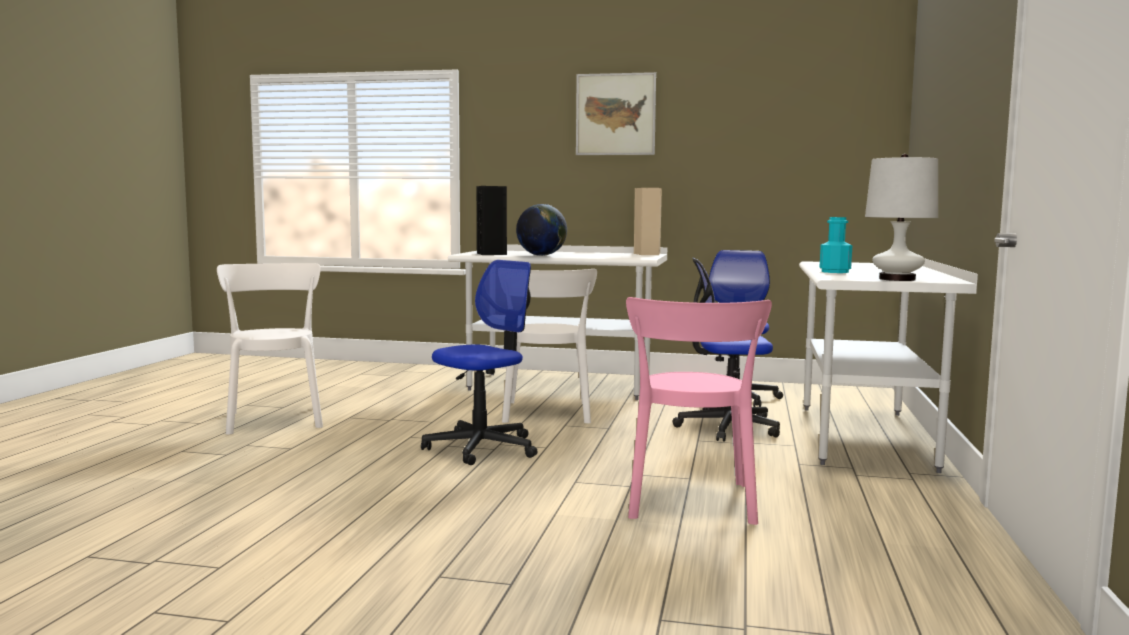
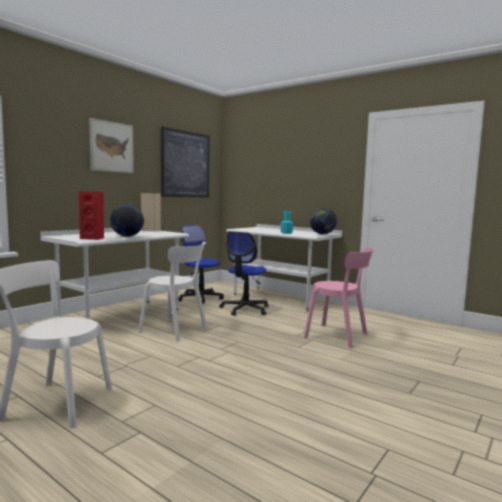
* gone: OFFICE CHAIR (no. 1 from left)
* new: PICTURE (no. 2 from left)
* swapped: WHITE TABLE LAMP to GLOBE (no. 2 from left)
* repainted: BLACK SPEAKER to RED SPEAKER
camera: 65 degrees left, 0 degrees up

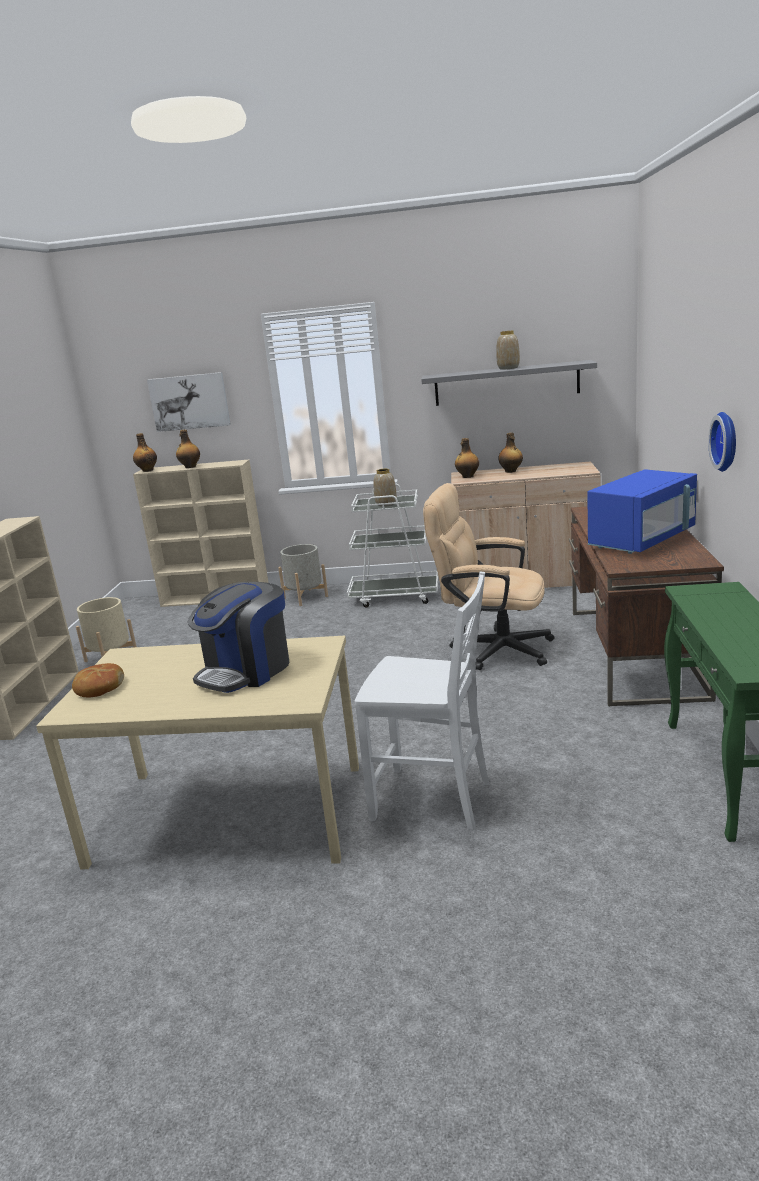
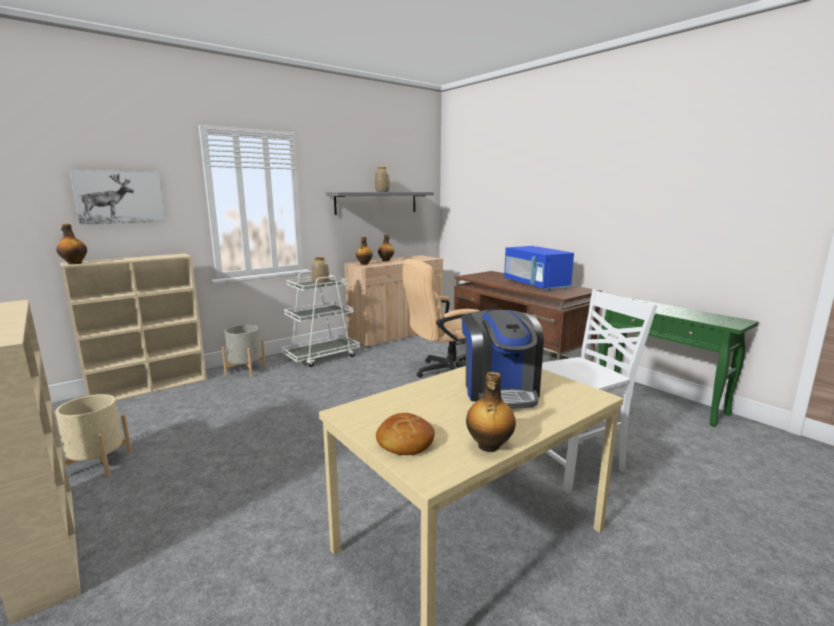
* gone: WALL CLOCK
* shifted: BOTTLE (no. 2 from left in the first image) to BOTTLE (no. 4 from left)
* rotated: BLUE MICROWAVE 150 degrees clockwise
camera: 45 degrees left, 5 degrees down

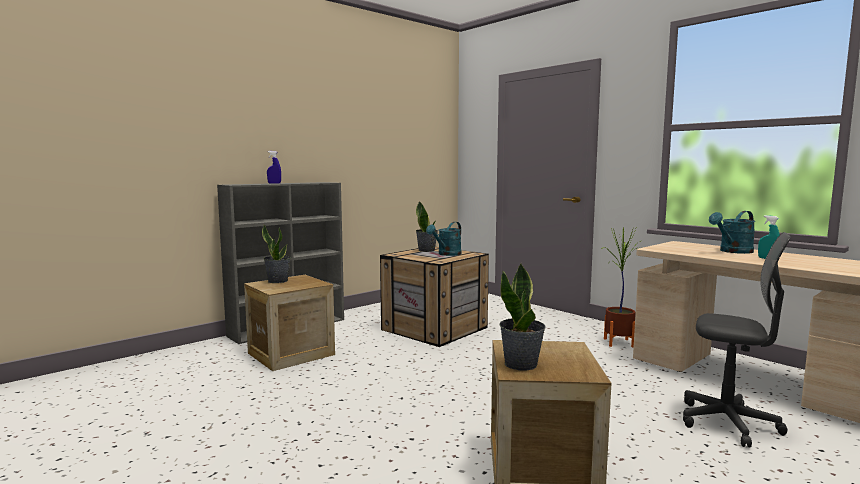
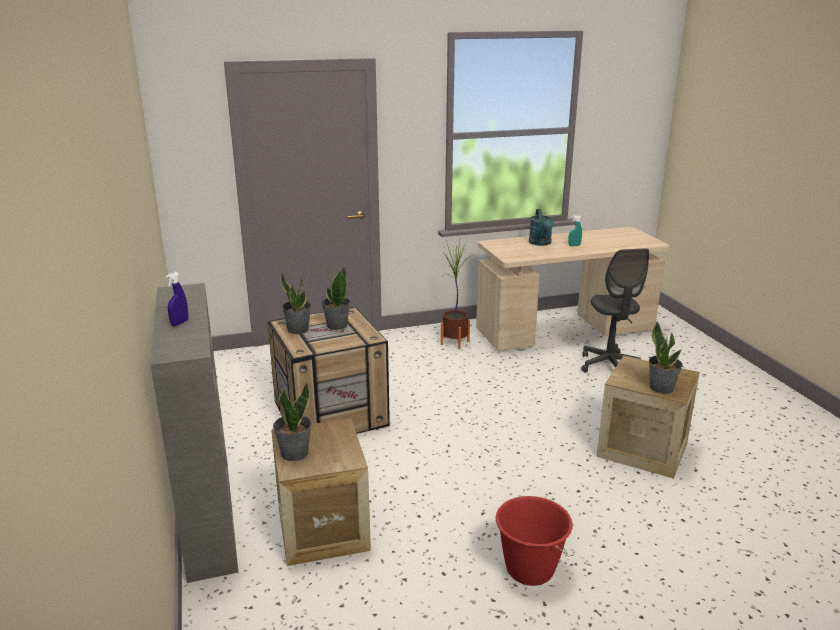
* new: RED BUCKET
* swapped: TURQUOISE WATERING CAN (no. 1 from left) to POTTED PLANT (no. 3 from left)
* rotated: GREY OFFICE CHAIR 120 degrees clockwise
camera: 65 degrees left, 15 degrees up

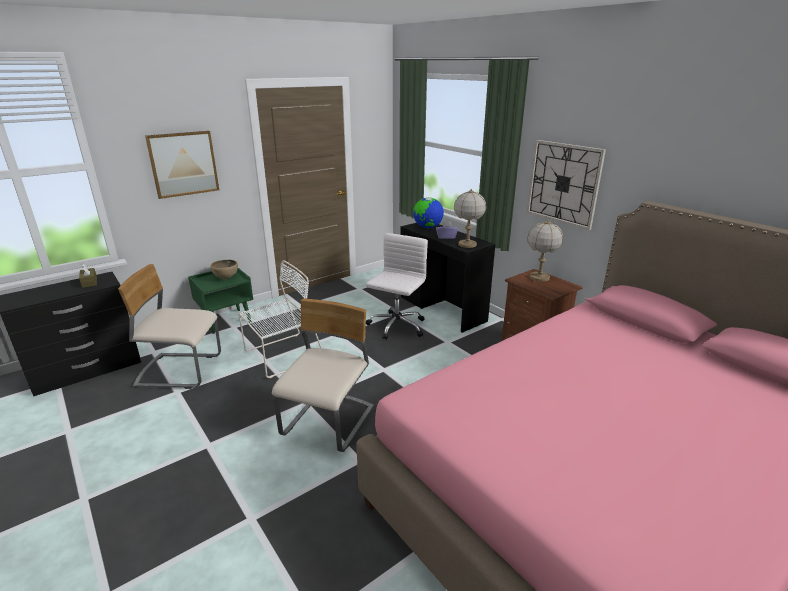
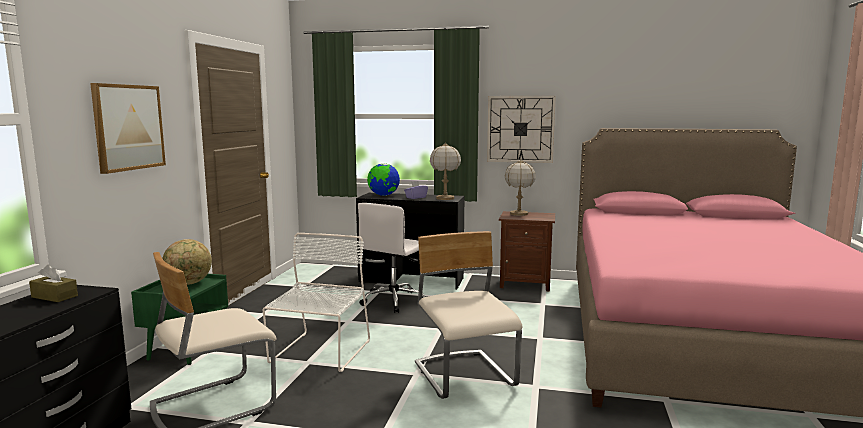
* swapped: BROWN BOWL to GLOBE (no. 1 from left)
* rotated: WHITE OFFICE CHAIR 135 degrees counterclockwise
camera: 40 degrees left, 15 degrees down

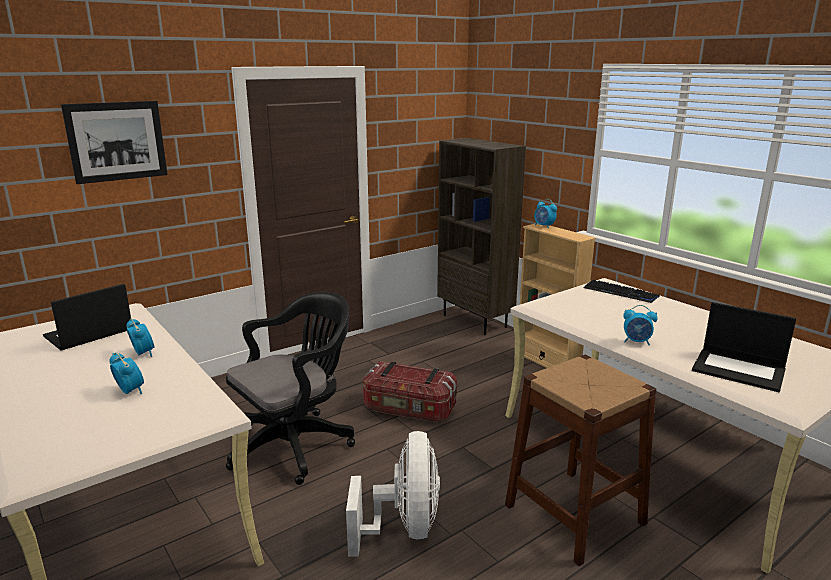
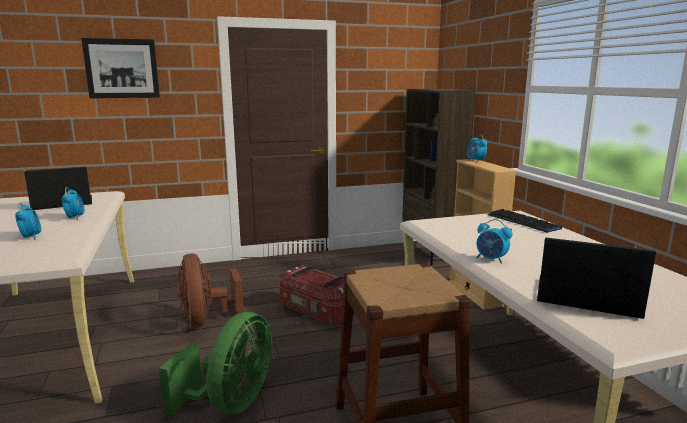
* swapped: BLACK OFFICE CHAIR to BROWN FAN
* repainted: WHITE FAN to GREEN FAN
* rotated: LAPTOP (no. 2 from left) 150 degrees clockwise
camera: 20 degrees right, 5 degrees down

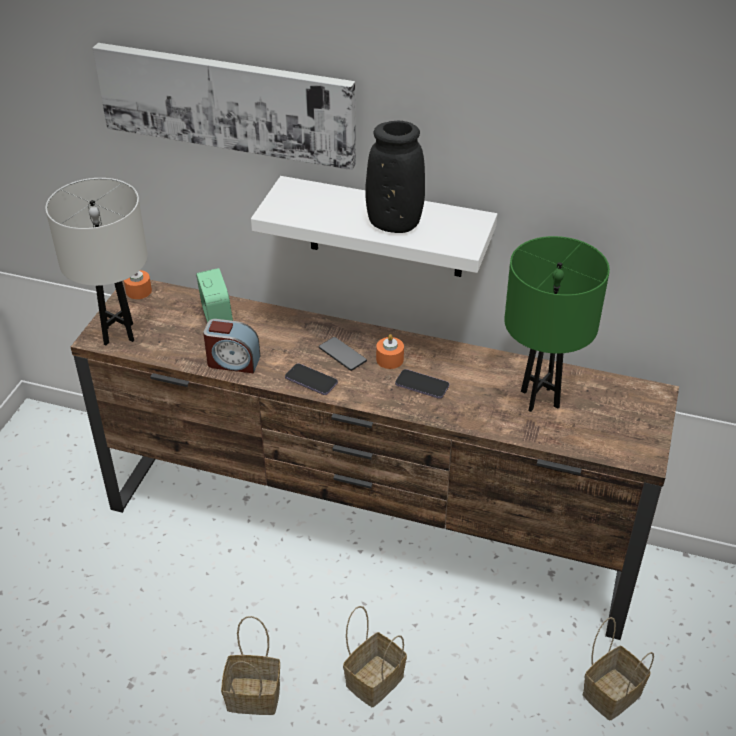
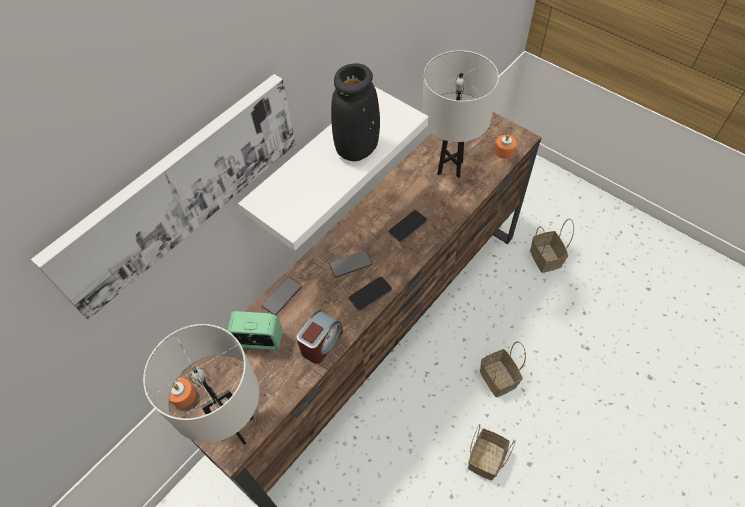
* new: PHONE (no. 1 from left)
* shifted: ORANGE CANDLE (no. 2 from left)
* repainted: GREEN TABLE LAMP to WHITE TABLE LAMP (no. 2 from left)
camera: 65 degrees left, 15 degrees up

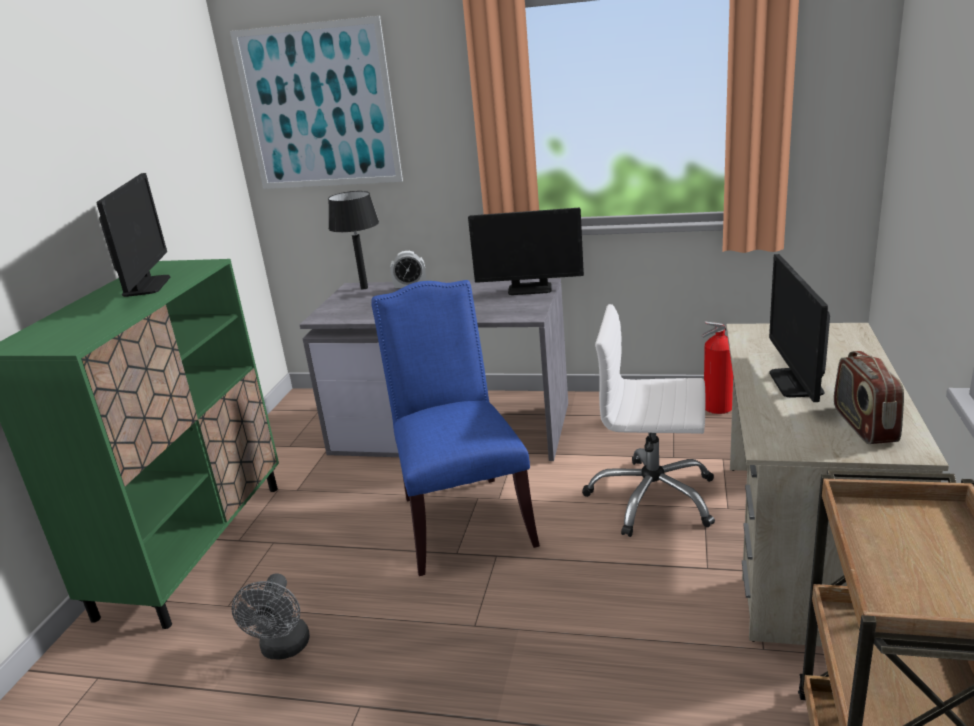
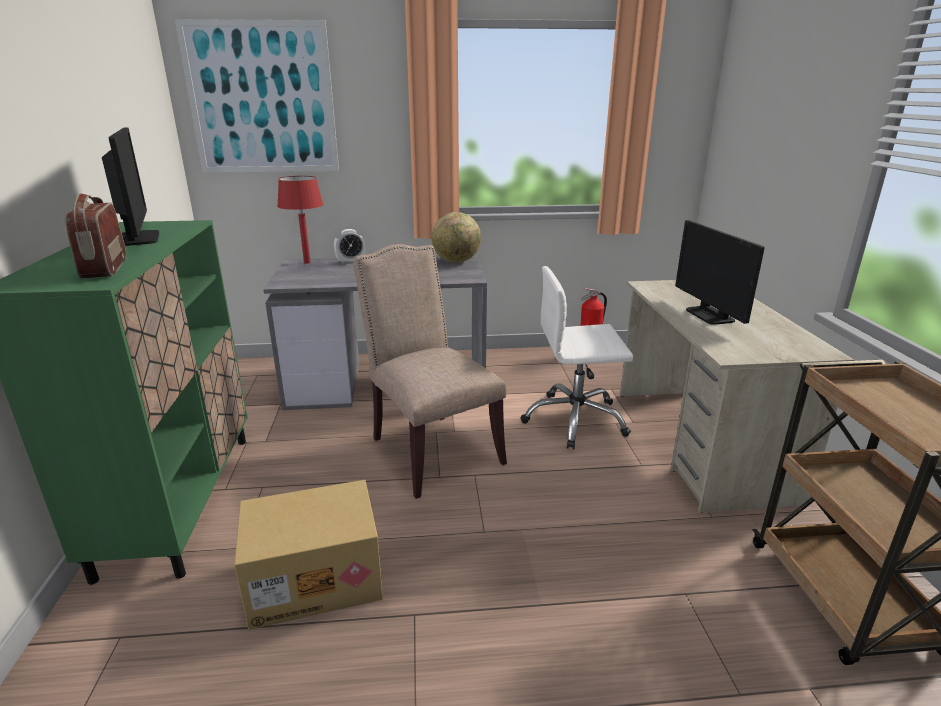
* shifted: RADIO
* swapped: GREY FAN to CARDBOARD BOX
* swapped: MONITOR (no. 2 from left) to GLOBE
* repainted: BLACK TABLE LAMP to RED TABLE LAMP
* repainted: BLUE CHAIR to BEIGE CHAIR
camera: 20 degrees left, 0 degrees up

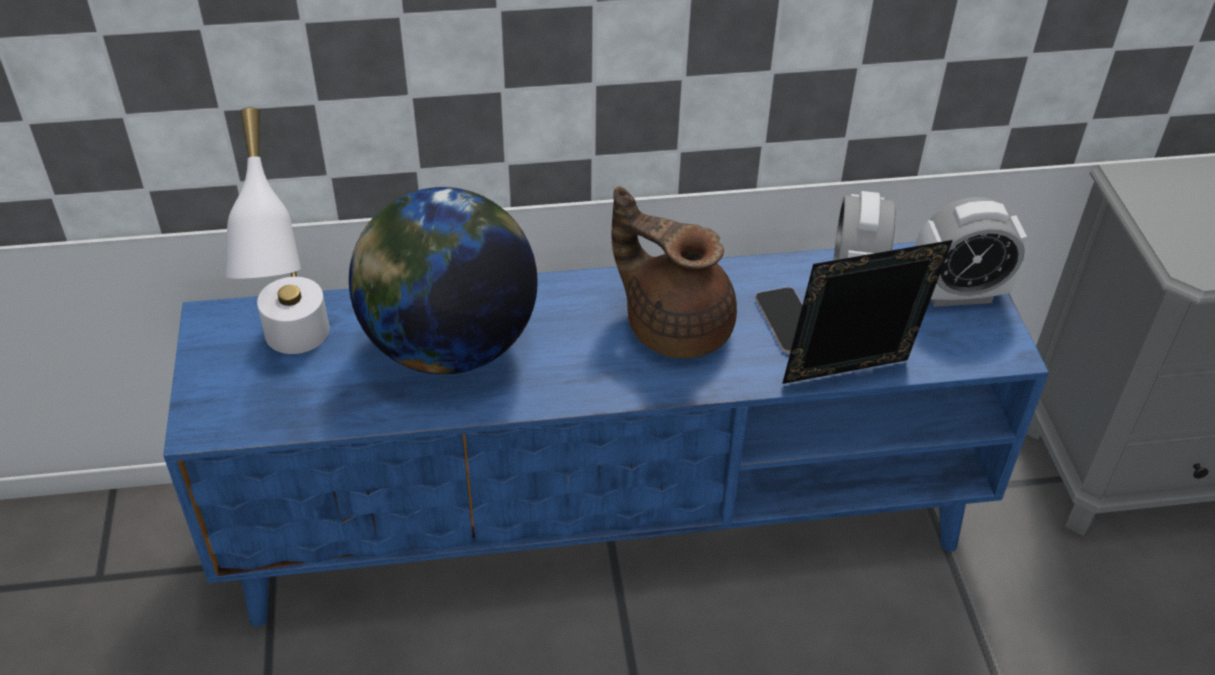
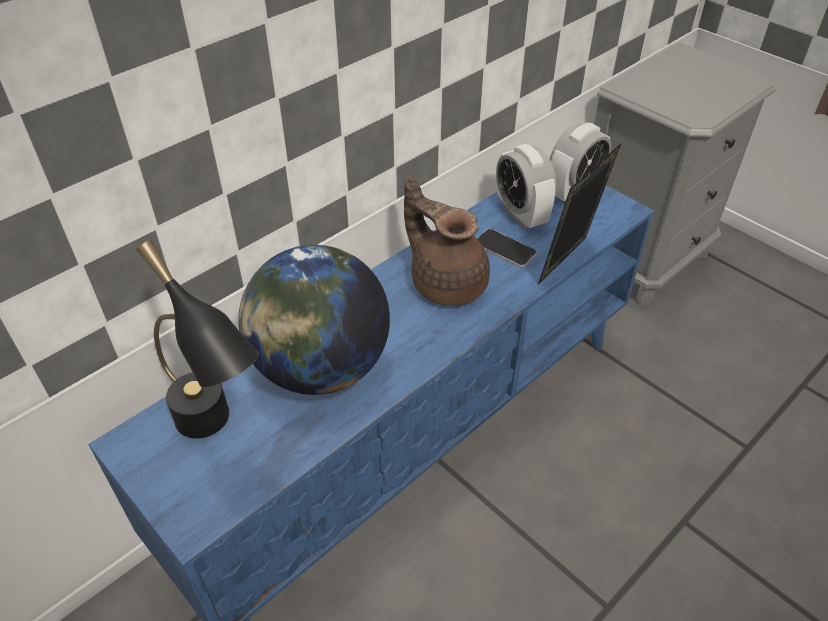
* repainted: WHITE TABLE LAMP to BLACK TABLE LAMP
* rotated: BROWN TEAPOT 45 degrees clockwise
camera: 35 degrees left, 0 degrees up

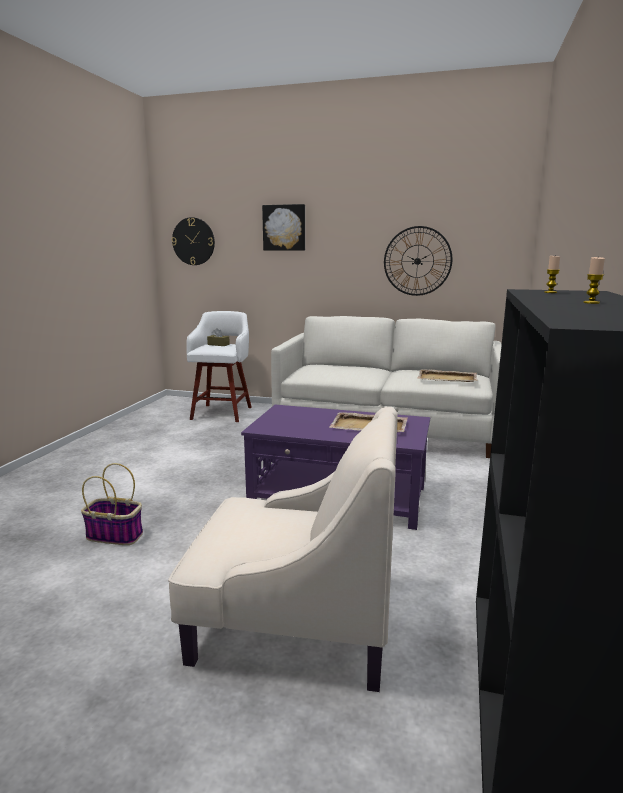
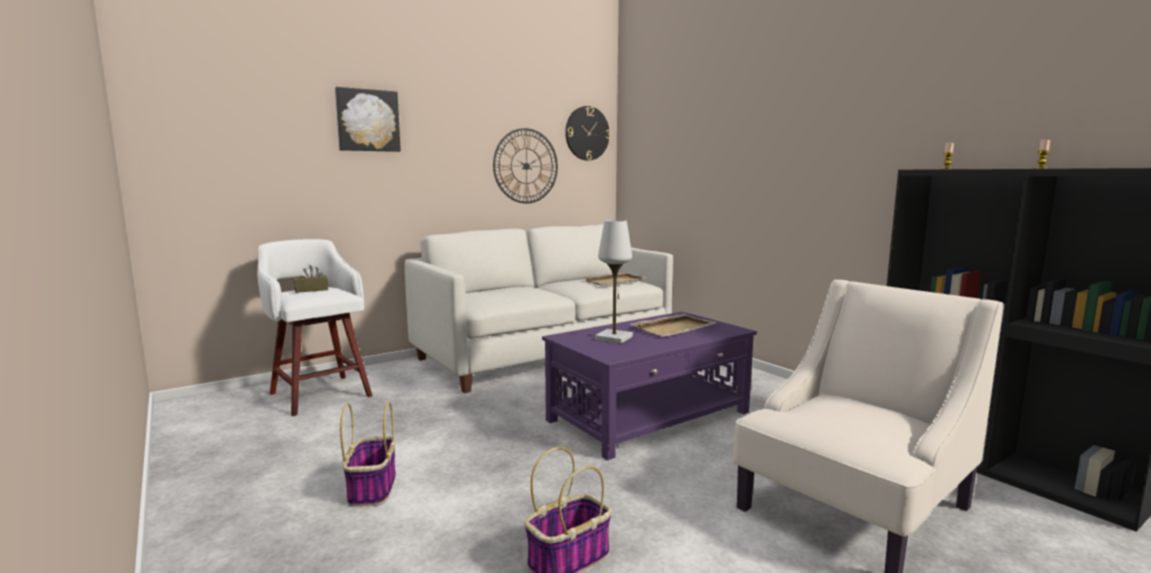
* new: BASKET (no. 1 from left)
* new: WHITE TABLE LAMP
* shifted: WALL CLOCK (no. 1 from left in the first image) to WALL CLOCK (no. 2 from left)
camera: 50 degrees left, 5 degrees down

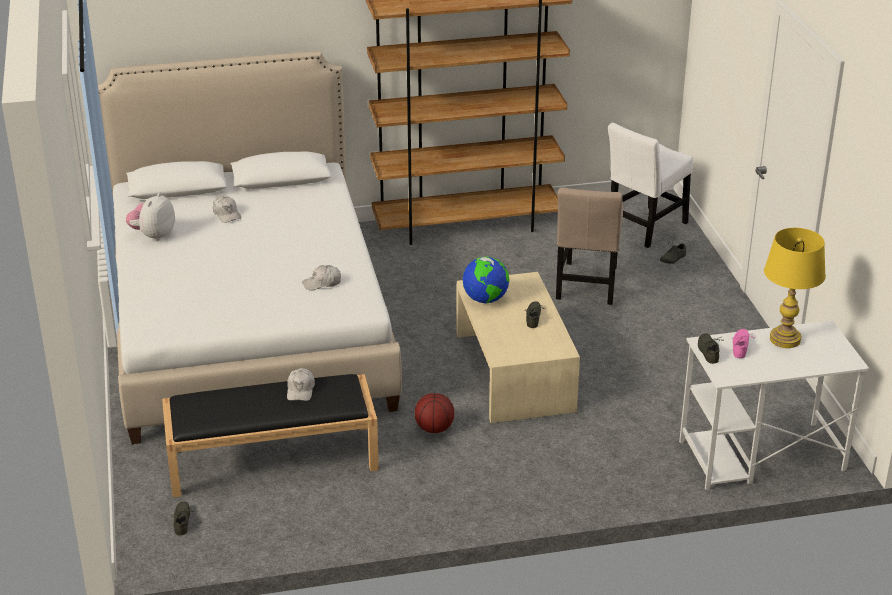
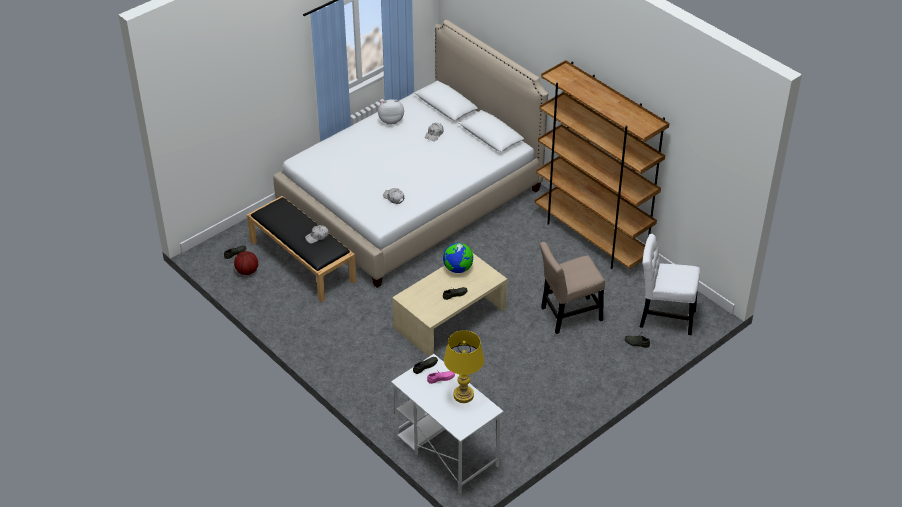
* shifted: BASKETBALL
camera: 60 degrees right, 10 degrees up

